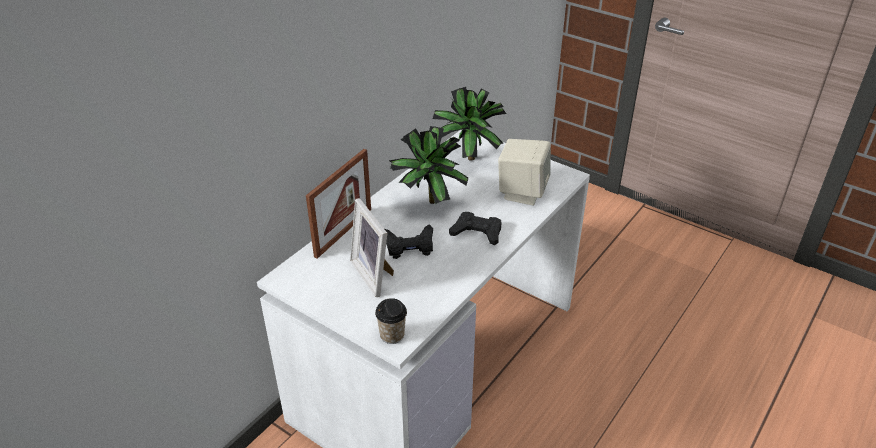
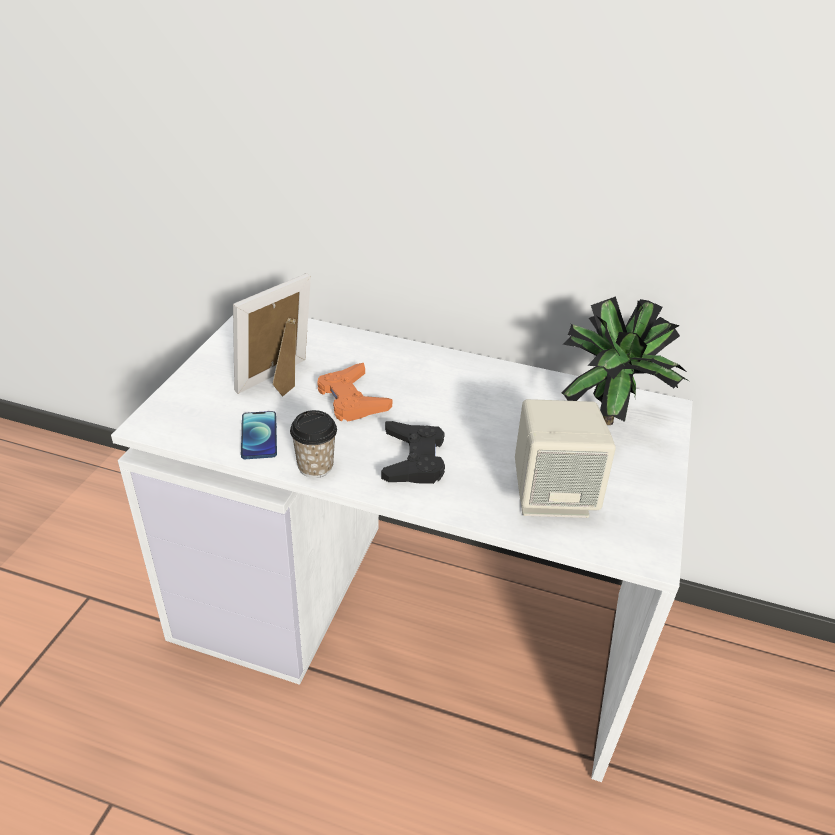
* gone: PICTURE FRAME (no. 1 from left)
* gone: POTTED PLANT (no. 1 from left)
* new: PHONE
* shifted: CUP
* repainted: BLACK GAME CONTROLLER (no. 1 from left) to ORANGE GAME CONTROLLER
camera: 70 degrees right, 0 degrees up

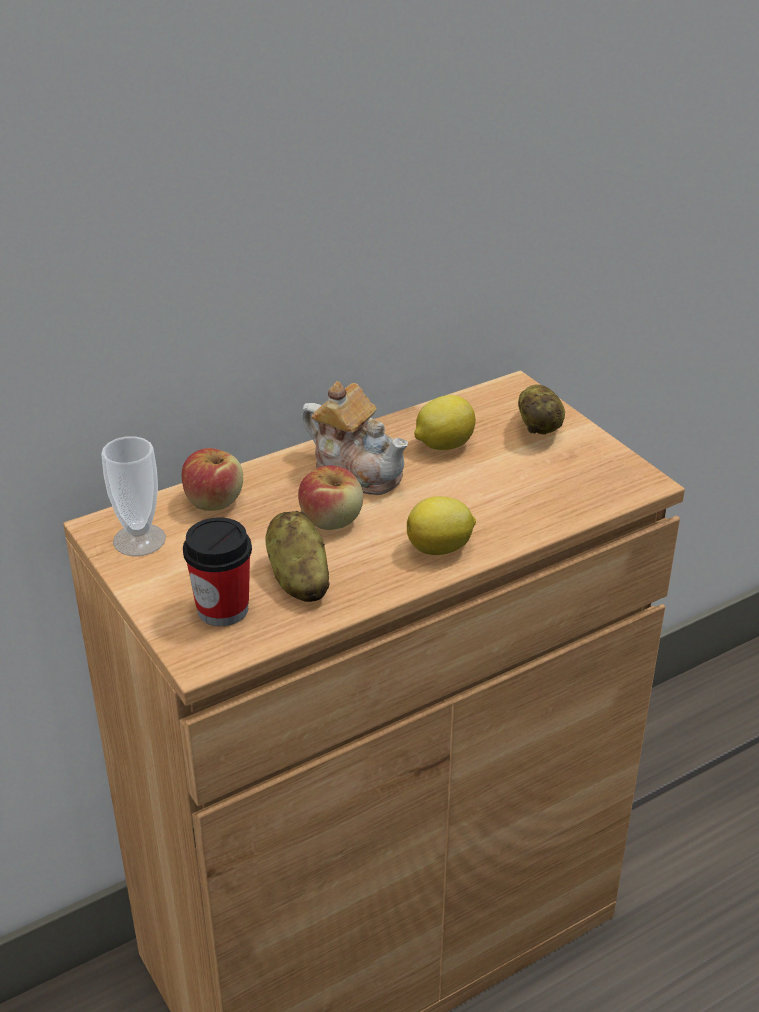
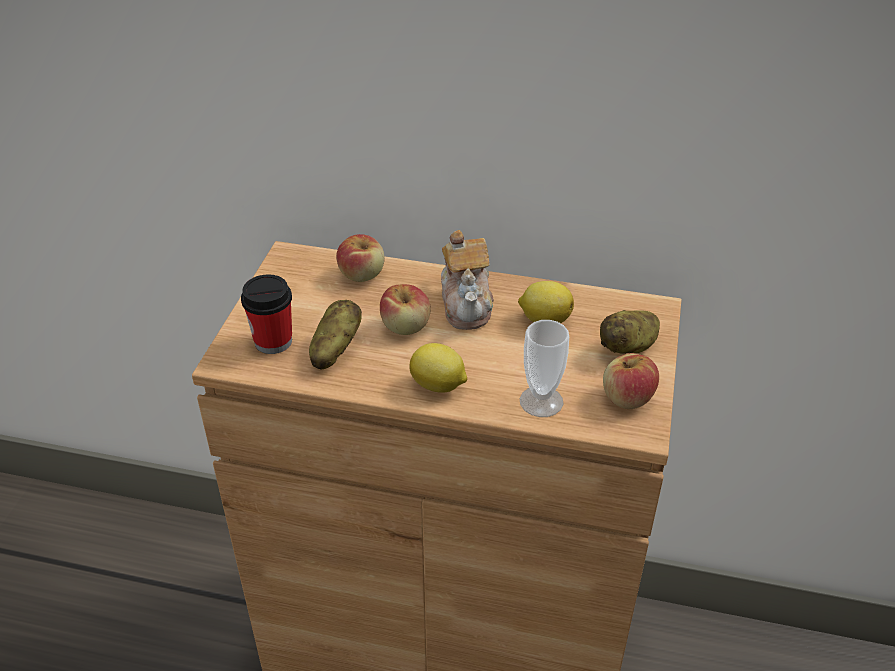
* new: APPLE (no. 3 from left)
* shifted: CUP (no. 1 from left in the first image) to CUP (no. 2 from left)
camera: 45 degrees right, 5 degrees up

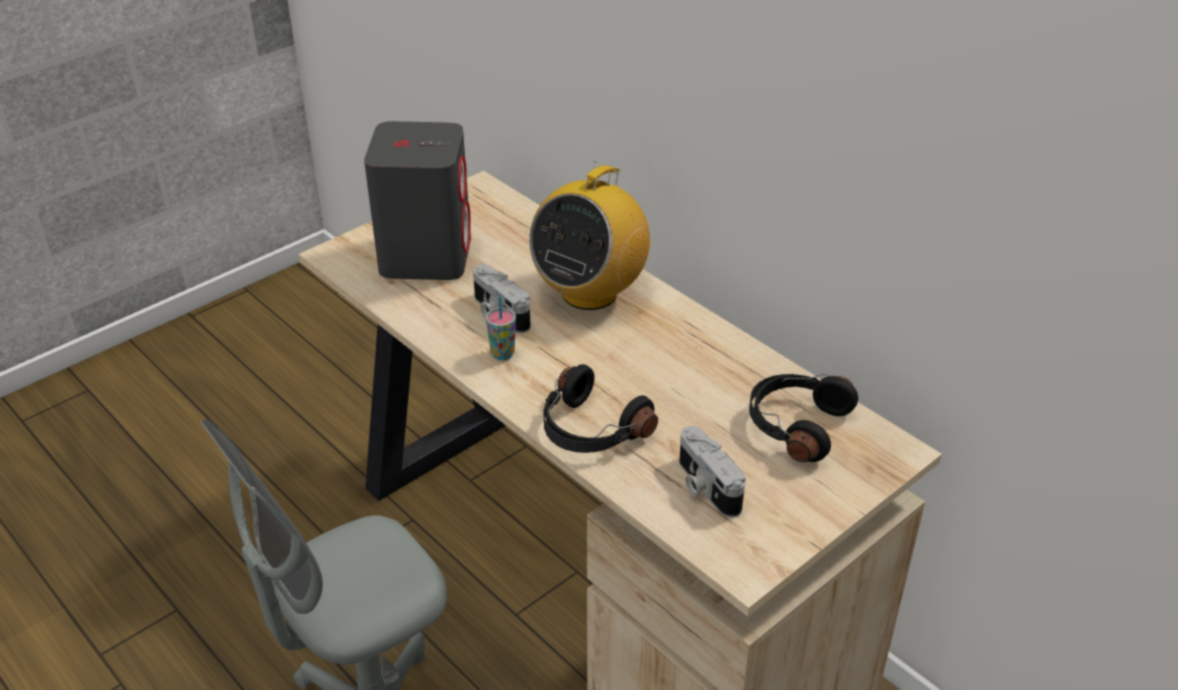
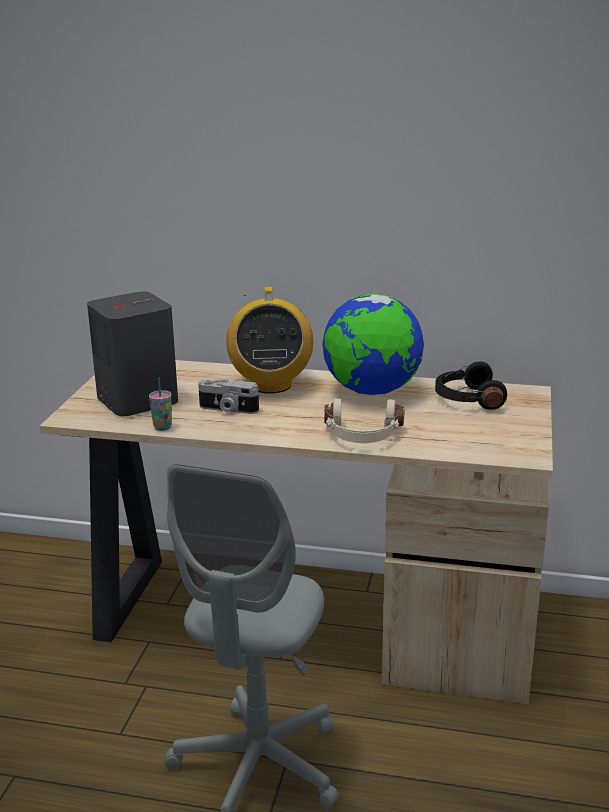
* gone: PHOTO CAMERA (no. 2 from left)
* new: GLOBE
* shifted: CUP
* repainted: BLACK HEADPHONES (no. 1 from left) to BEIGE HEADPHONES
camera: 35 degrees left, 15 degrees down

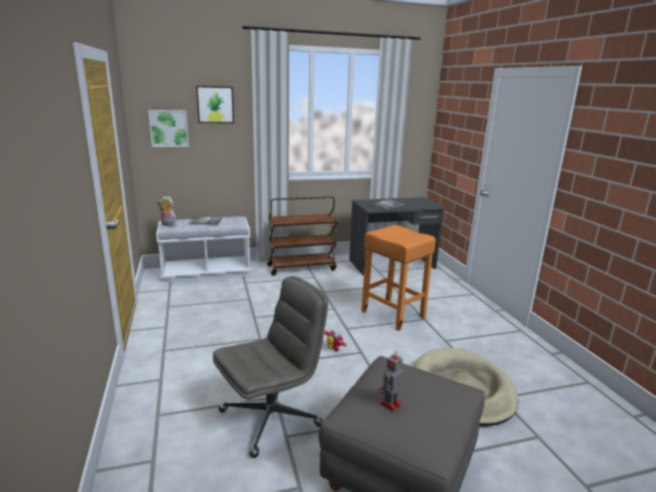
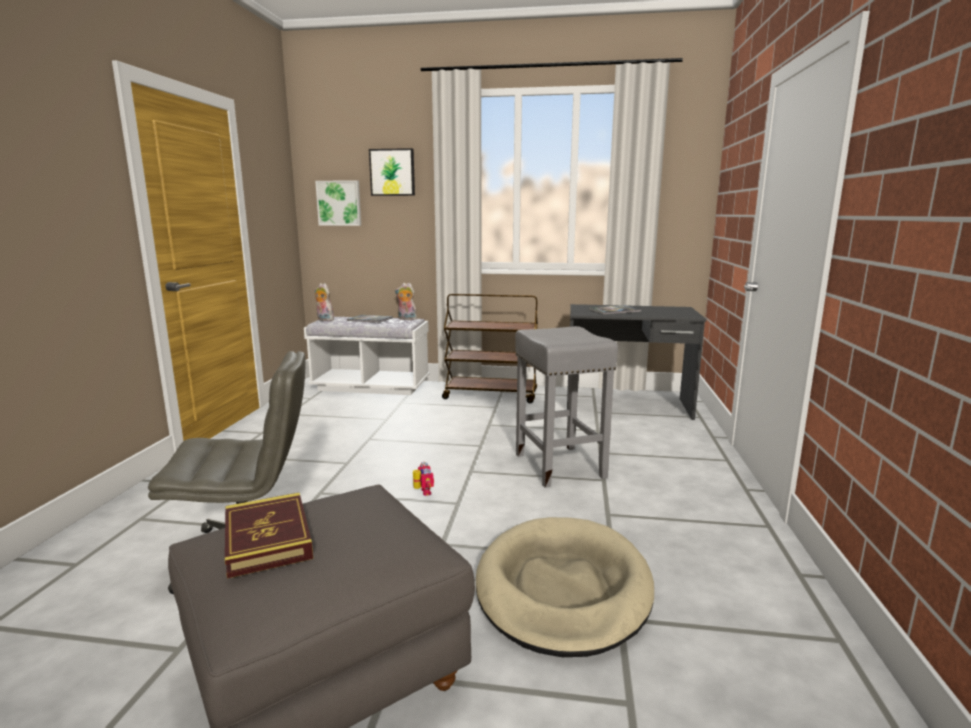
* new: PLUSH TOY (no. 2 from left)
* swapped: TOY ROBOT (no. 2 from left) to BOOK (no. 1 from left)
* repainted: ORANGE STOOL to GREY STOOL
camera: 25 degrees right, 5 degrees down

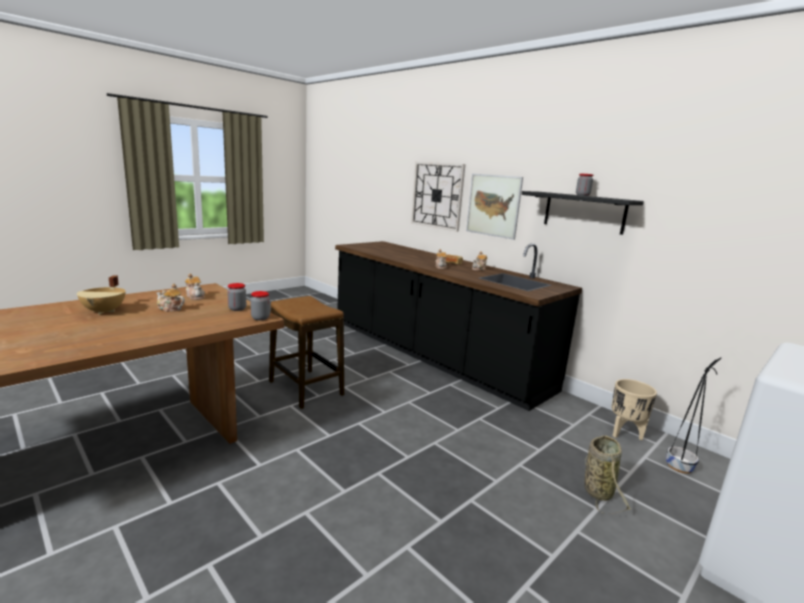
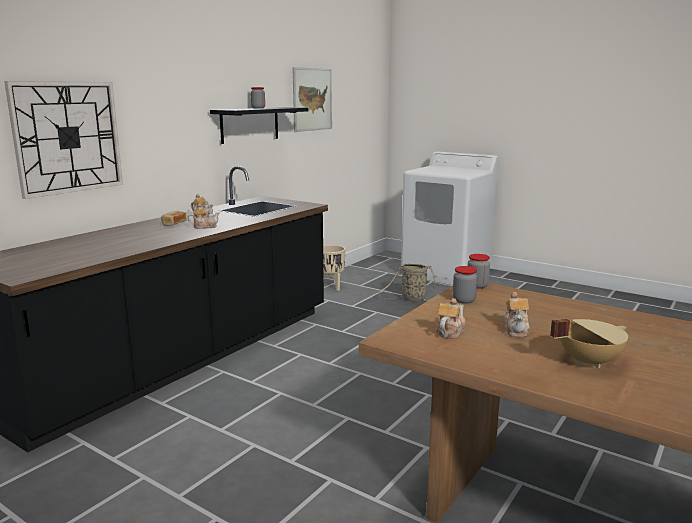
* gone: STOOL
* gone: BLACK PLANTER
* shifted: PICTURE
camera: 100 degrees left, 0 degrees up

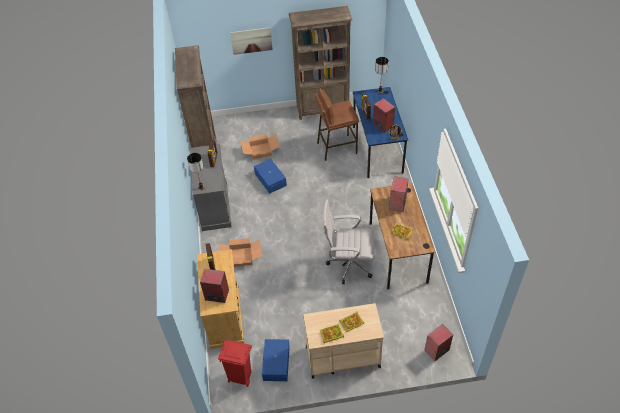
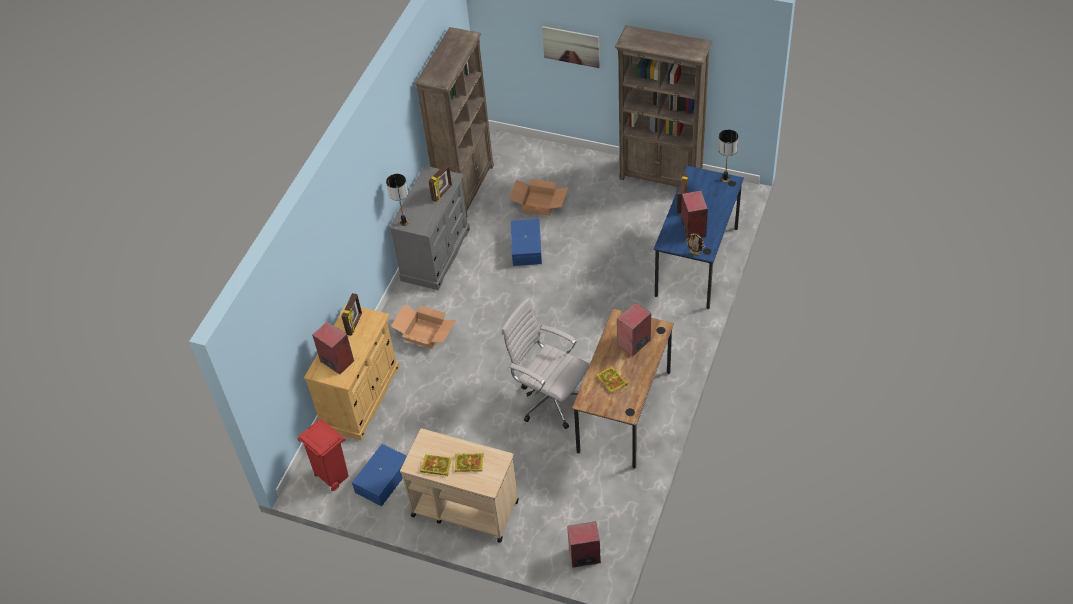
* gone: BROWN STOOL
camera: 30 degrees right, 0 degrees up

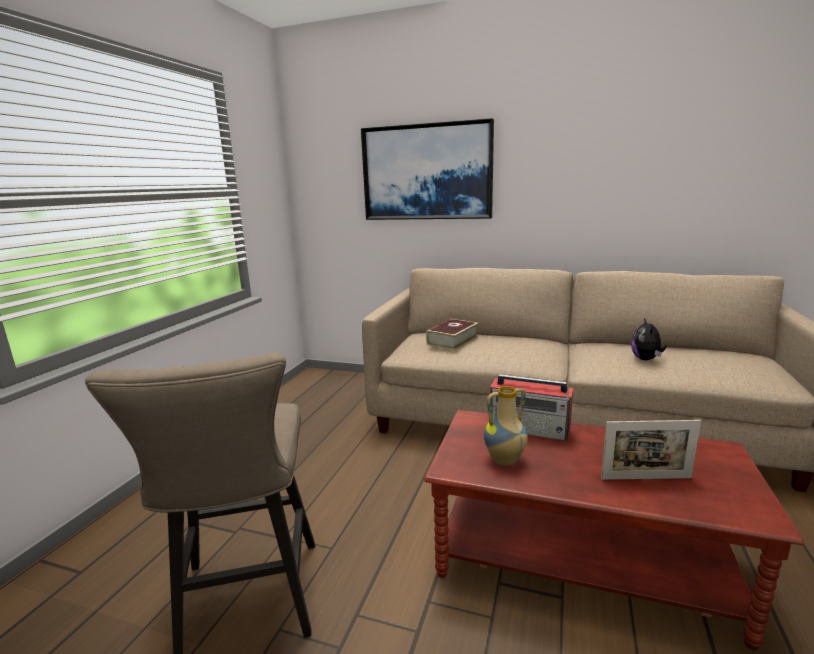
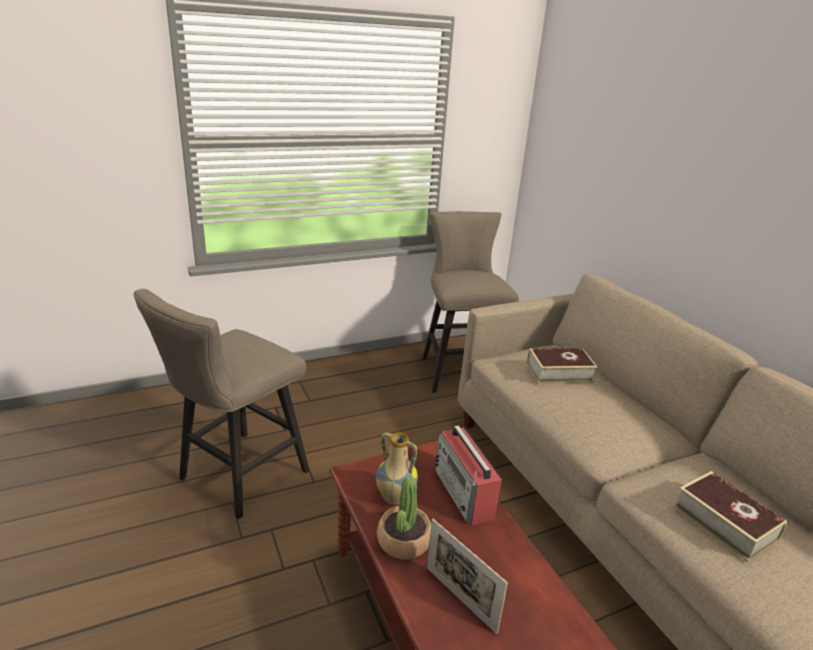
* gone: PICTURE
* new: POTTED PLANT
* new: BEIGE STOOL (no. 2 from left)
* swapped: PLUSH TOY to BOOK (no. 2 from left)
camera: 45 degrees right, 10 degrees up

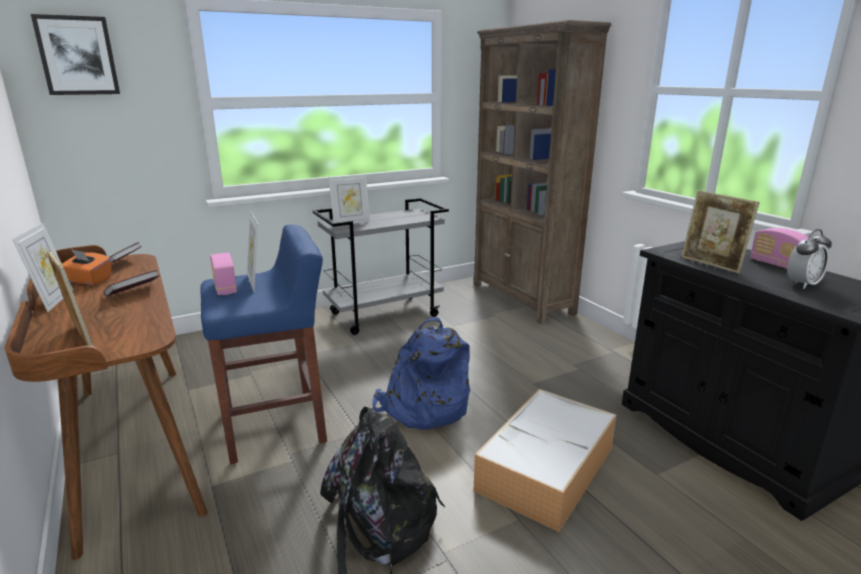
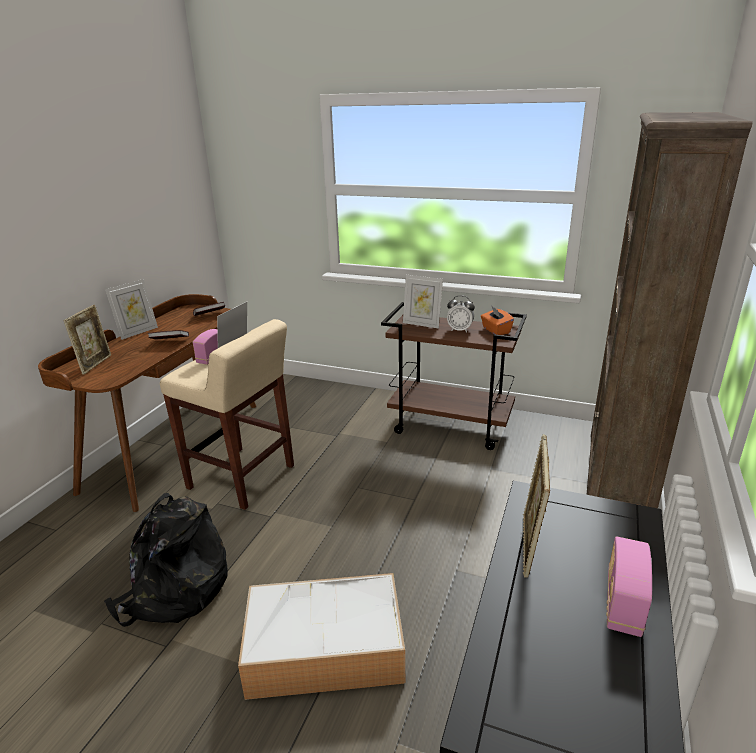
* gone: PICTURE
* gone: BLUE BACKPACK
* shifted: ORANGE TISSUE BOX
* shifted: ALARM CLOCK
* repainted: BLUE STOOL to BEIGE STOOL
* repainted: GREY CART to BROWN CART
camera: 50 degrees right, 5 degrees up

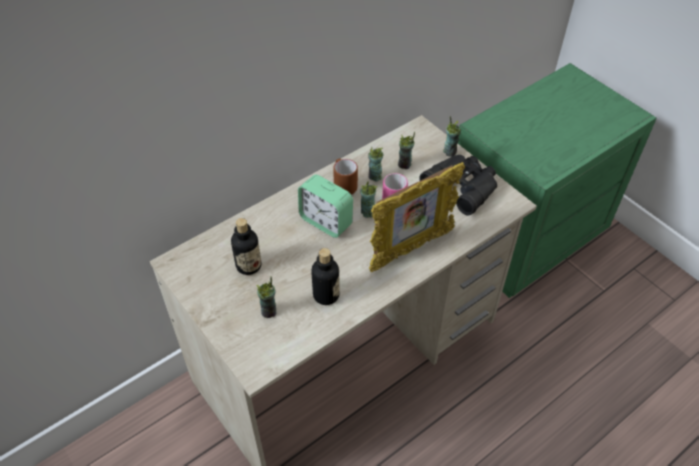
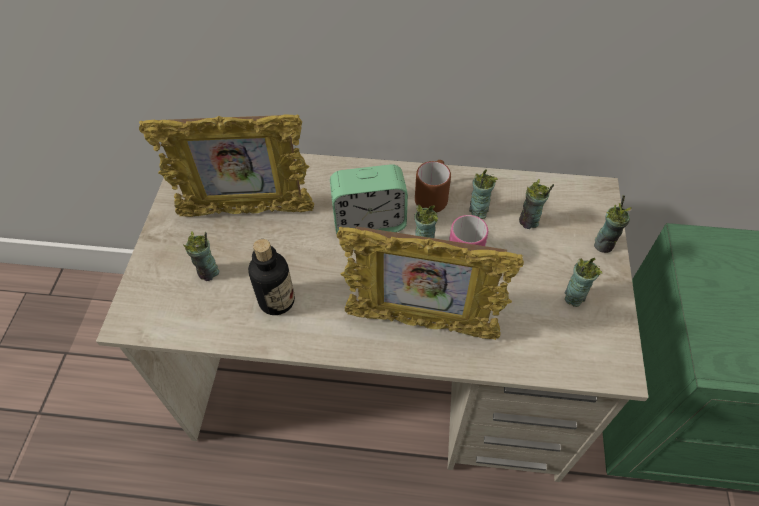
* swapped: BOTTLE (no. 1 from left) to PICTURE FRAME (no. 1 from left)
* swapped: BLACK BINOCULARS to CUP (no. 5 from left)
* rotated: ALARM CLOCK 90 degrees counterclockwise
camera: 45 degrees right, 5 degrees up

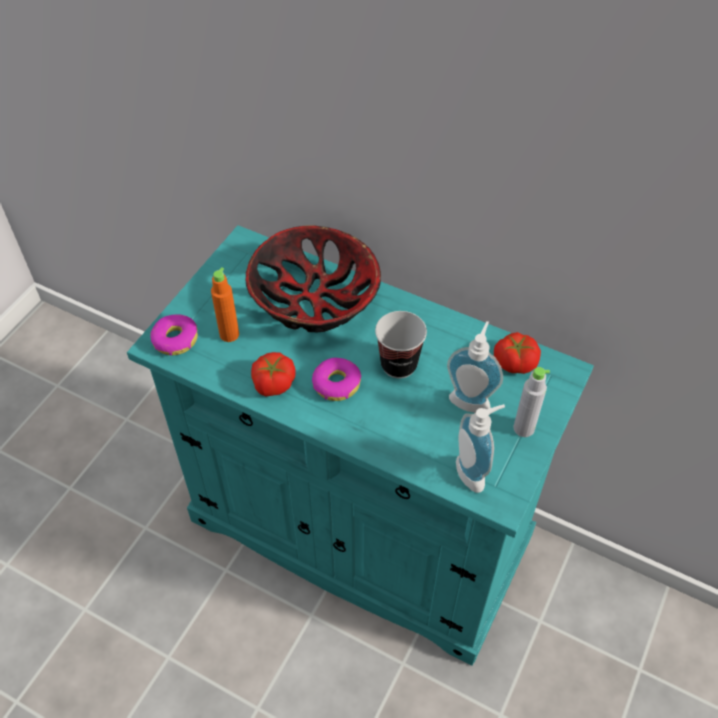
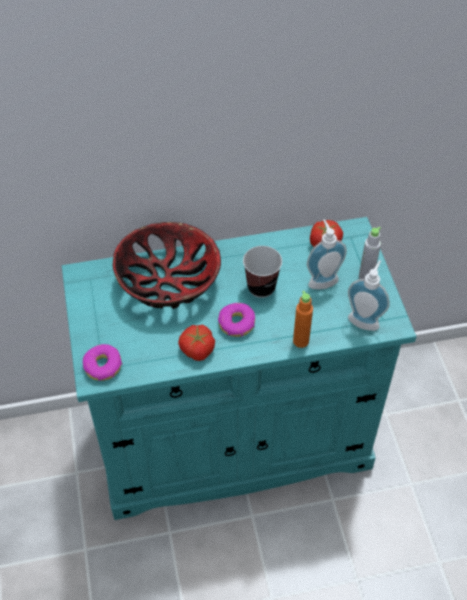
* shifted: ORANGE BOTTLE
camera: 40 degrees left, 0 degrees up

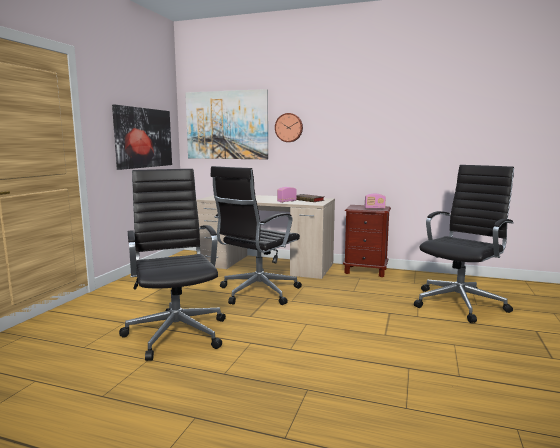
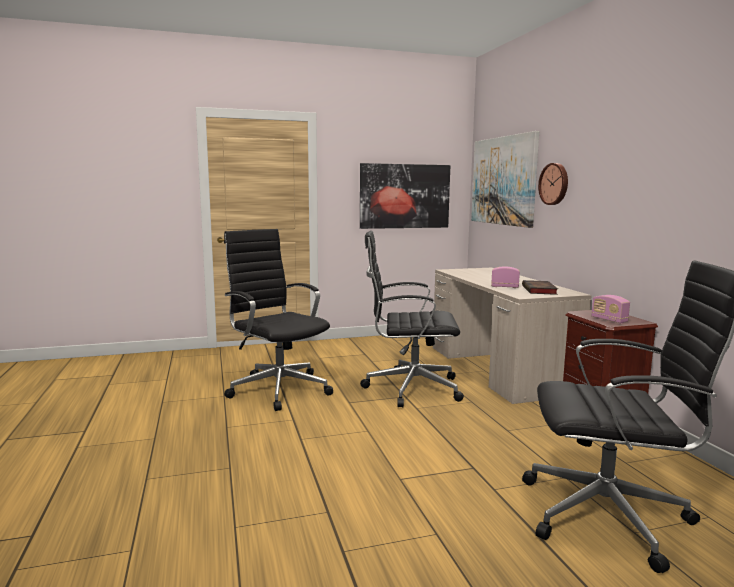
* rotated: BLACK OFFICE CHAIR (no. 1 from left) 75 degrees counterclockwise
camera: 55 degrees right, 0 degrees up

